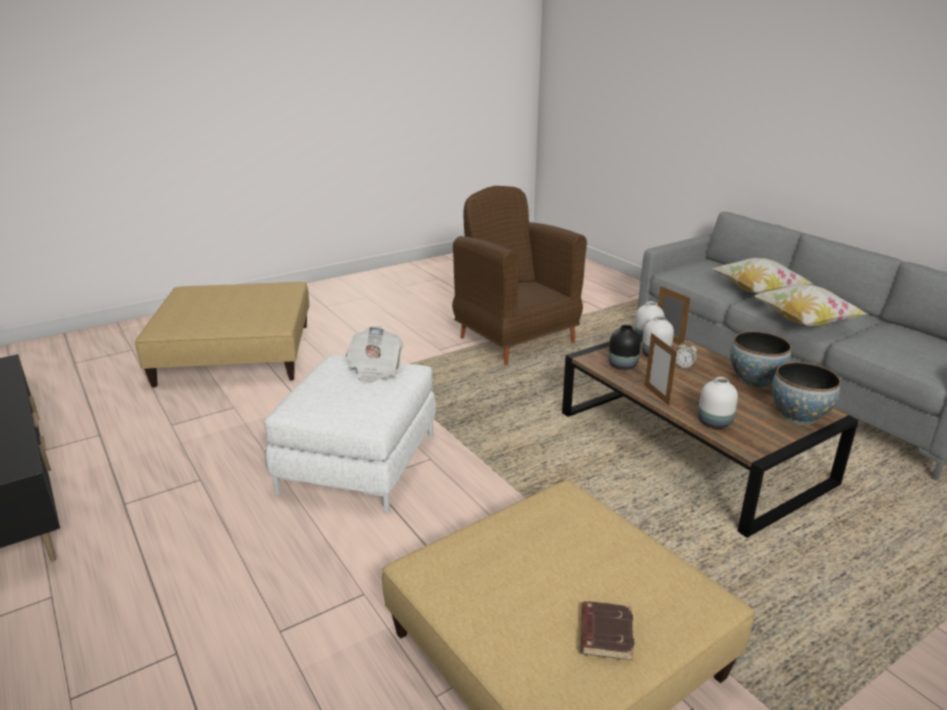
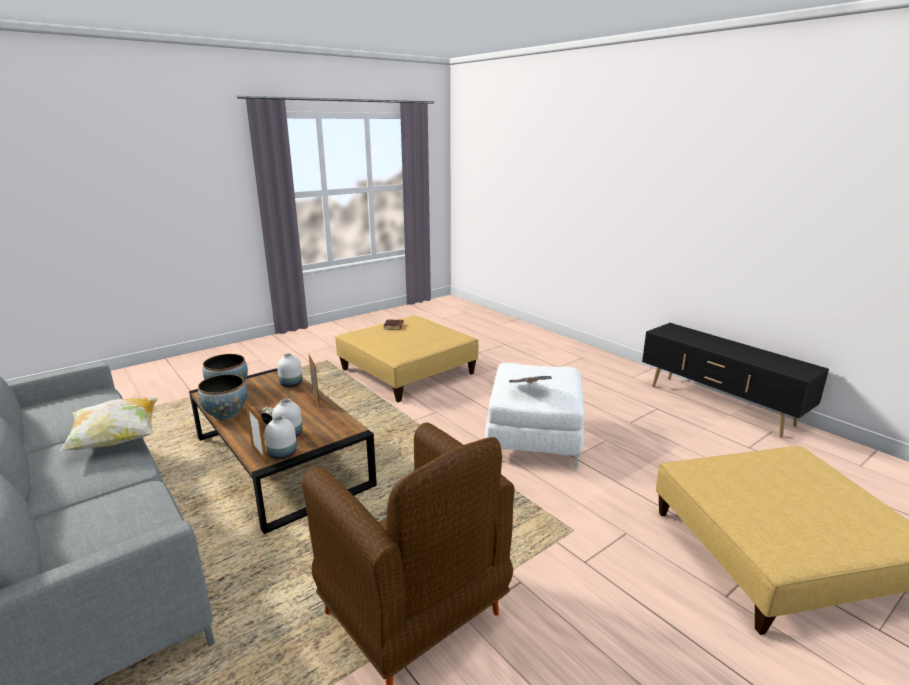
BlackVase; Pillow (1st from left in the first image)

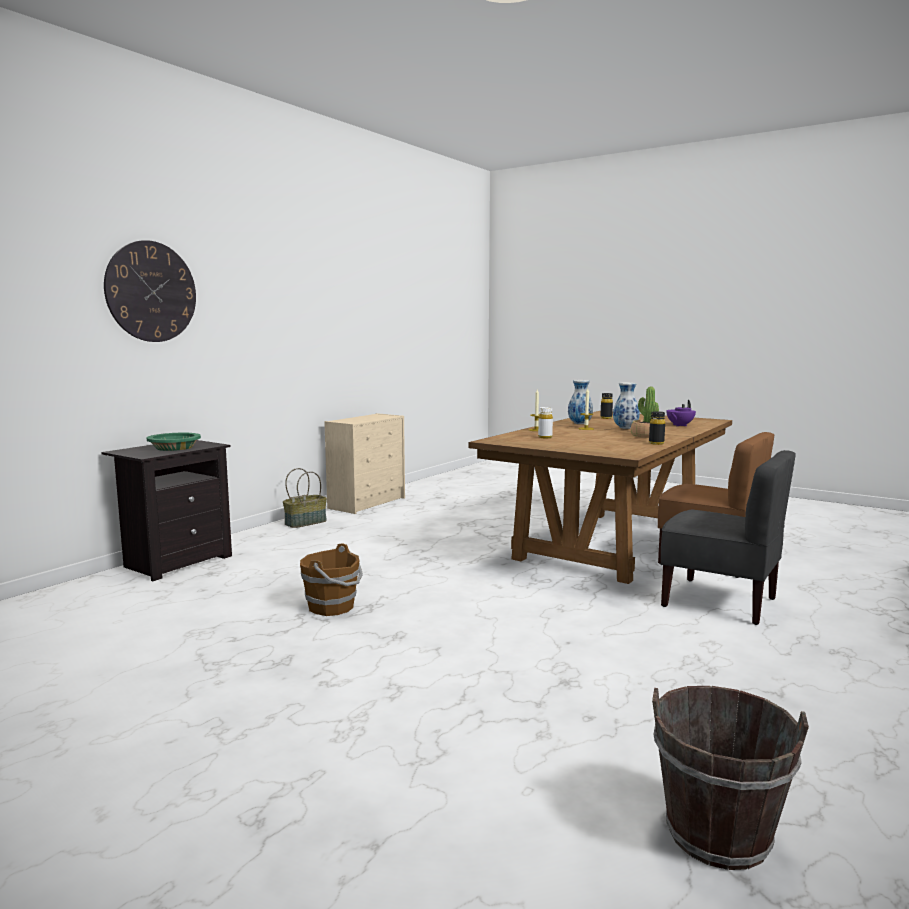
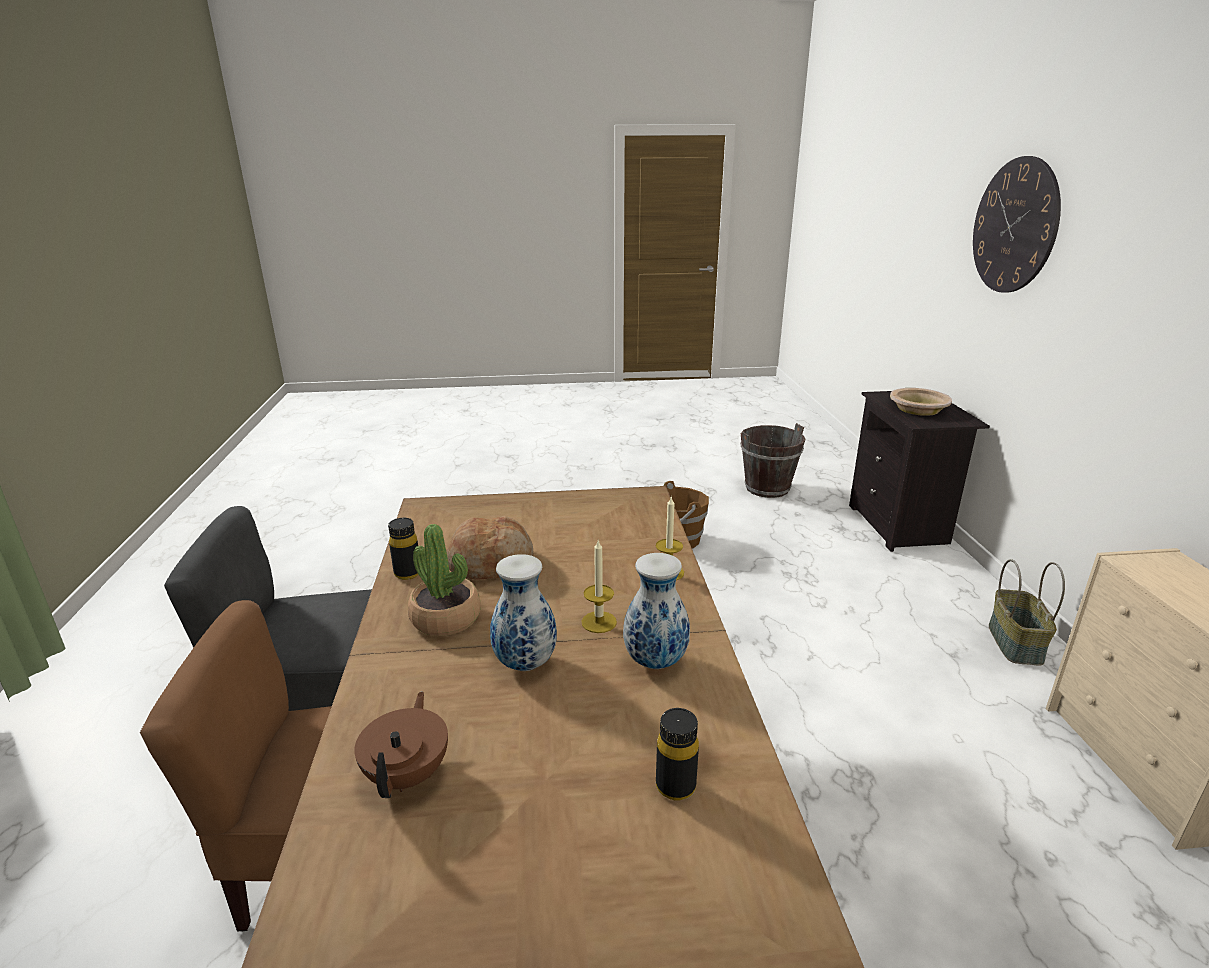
WhiteBottle; Bread; BrownBucket (2nd from left); BeigeBowl; BrownTeapot

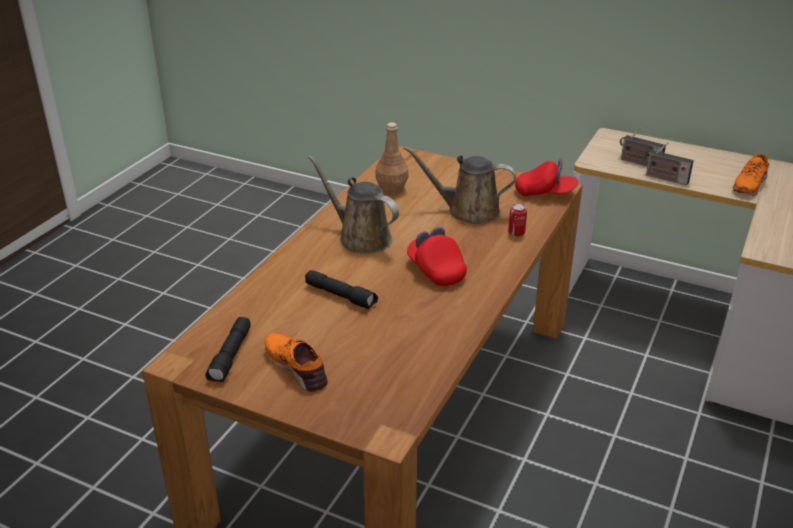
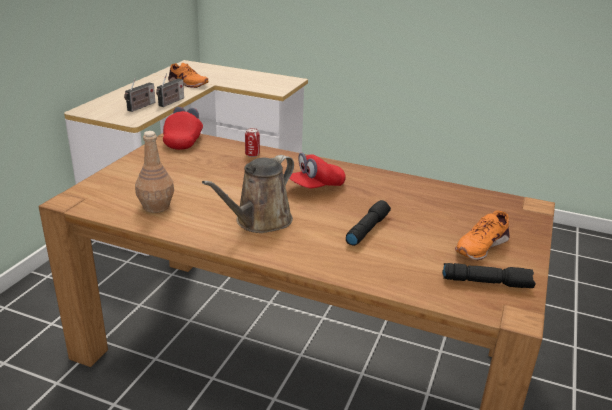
BrownWateringCan (2nd from left in the first image)

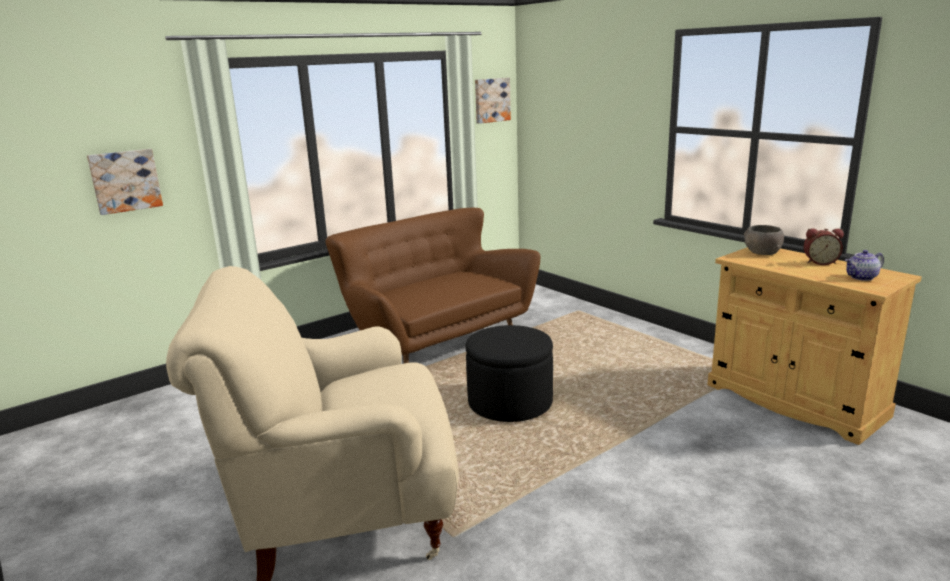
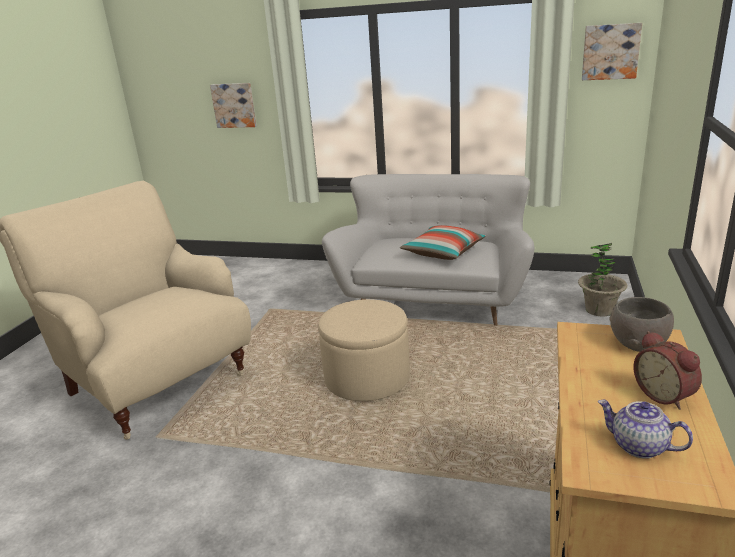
Pillow; PottedPlant; WhiteSofa; BeigeOttoman

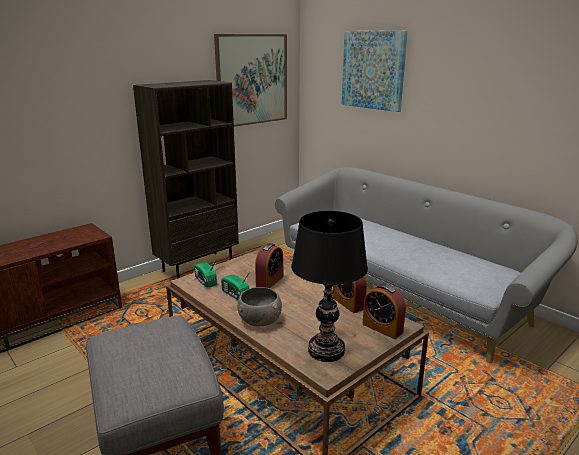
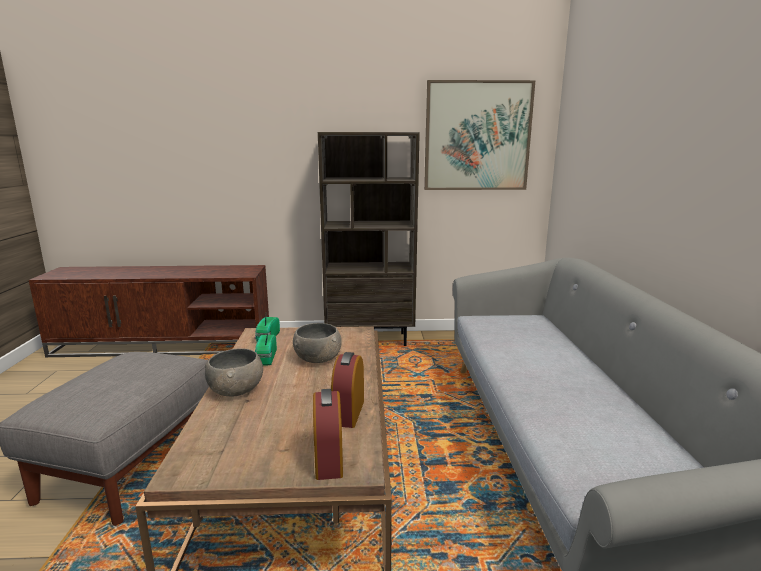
BlackTableLamp; Picture (2nd from left in the first image); GreyBowl (2nd from left)

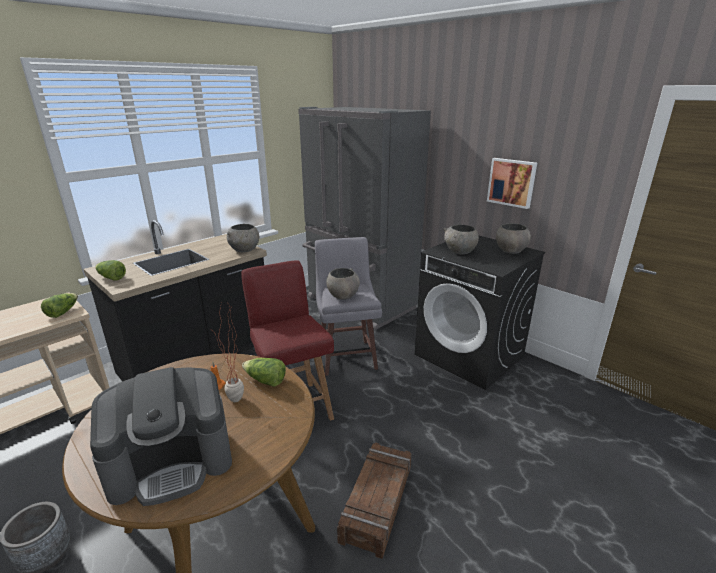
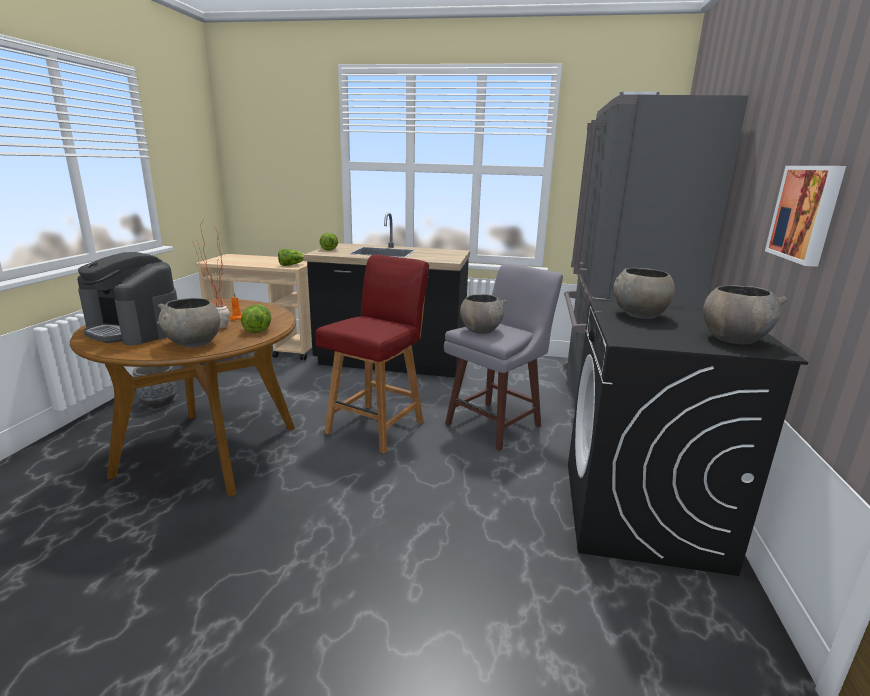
Crate; GreyBowl (1st from left)

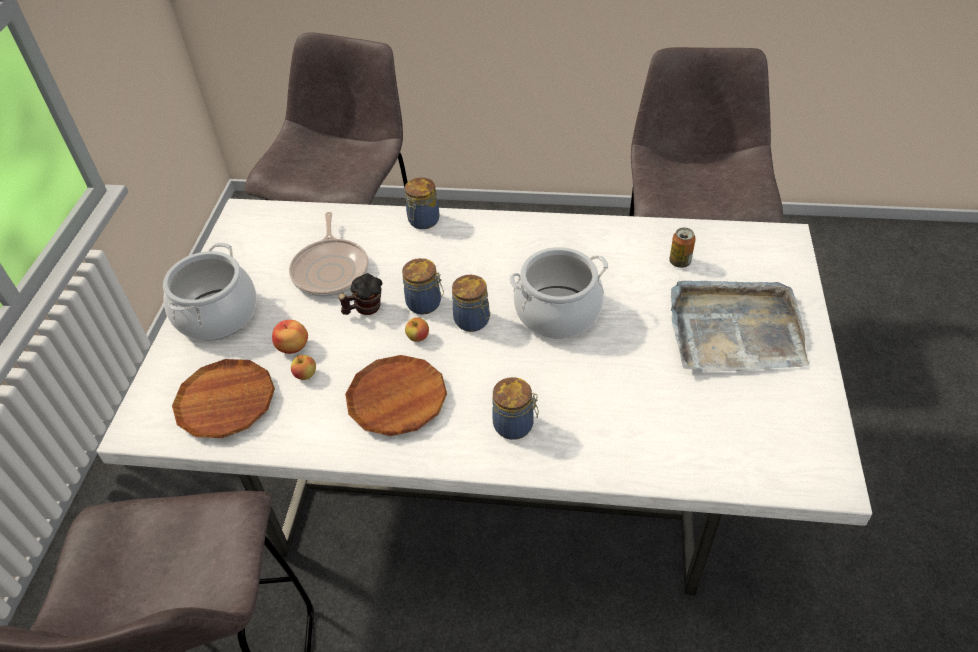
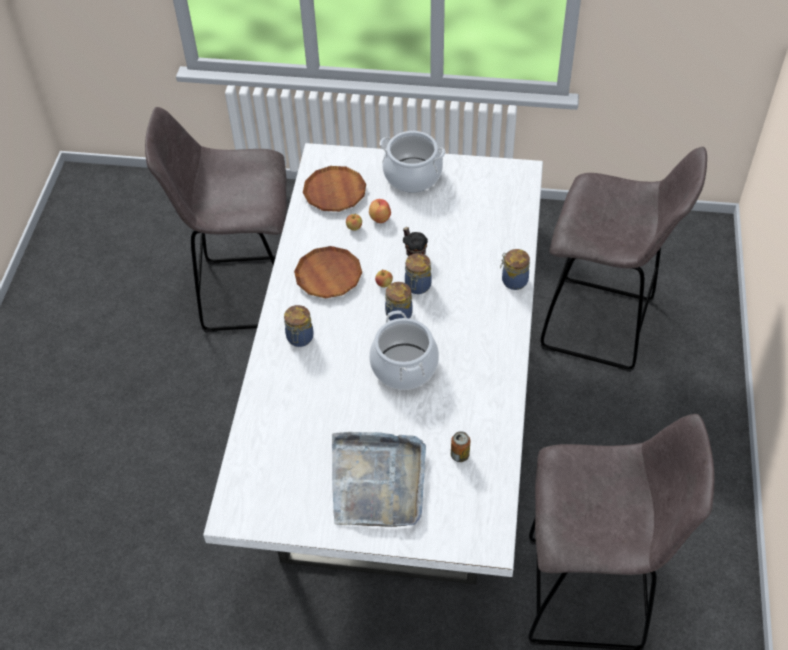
FryingPan

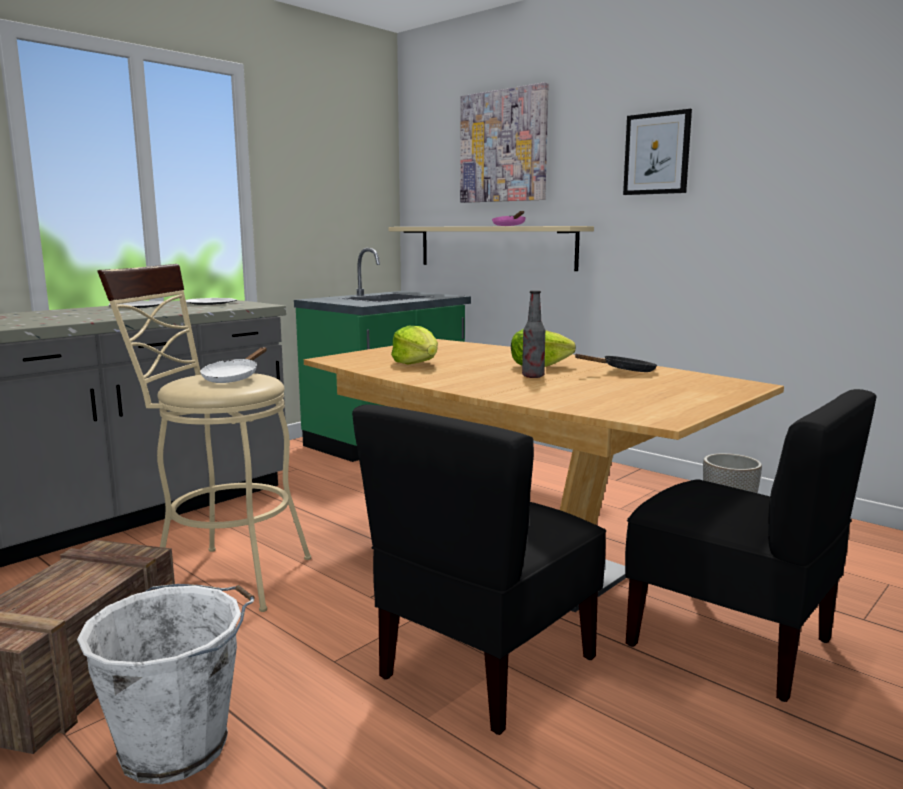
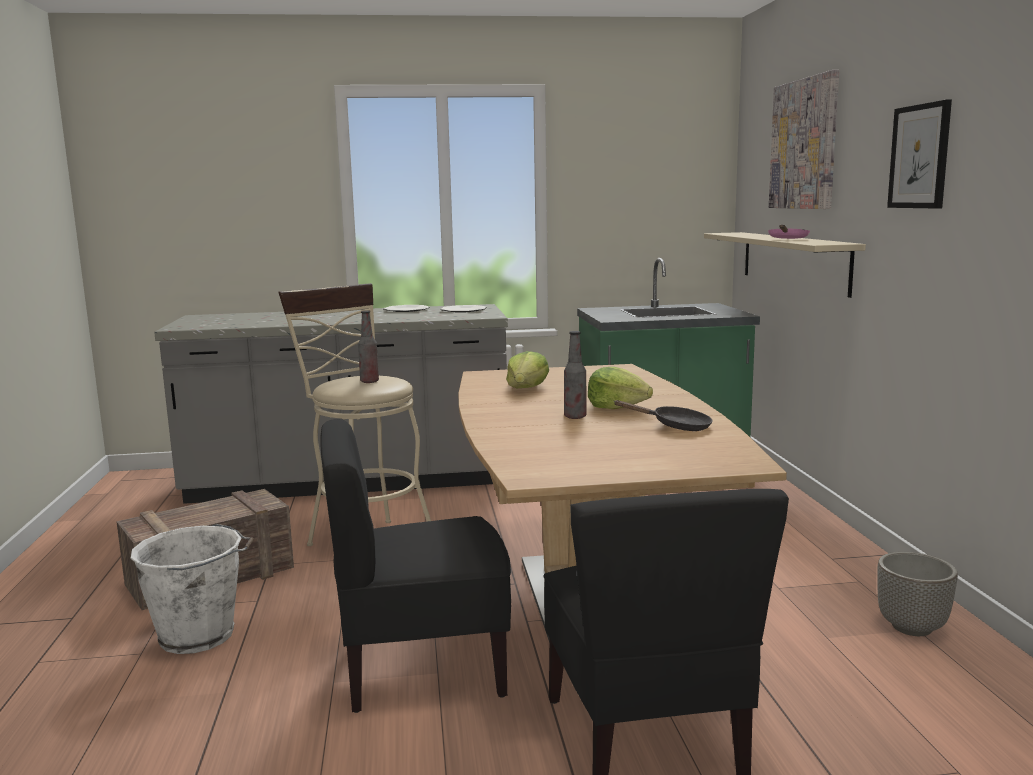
Bottle (1st from left)

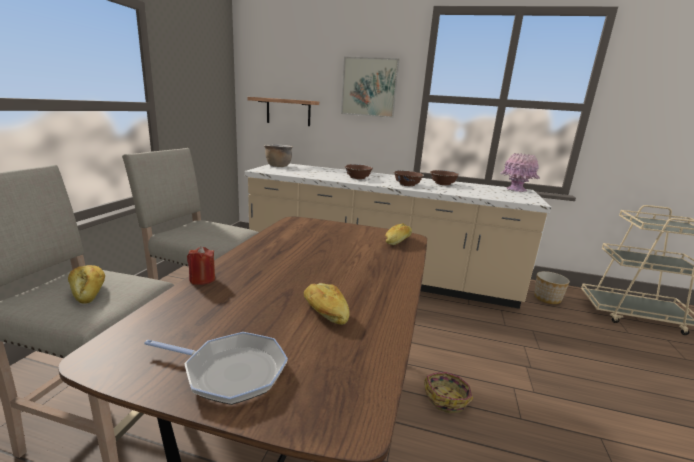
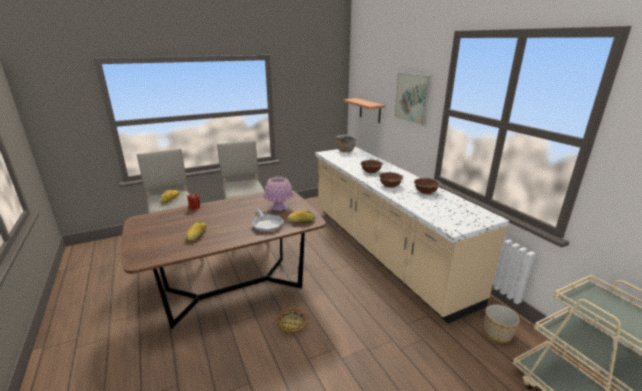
FryingPan; PinkVase

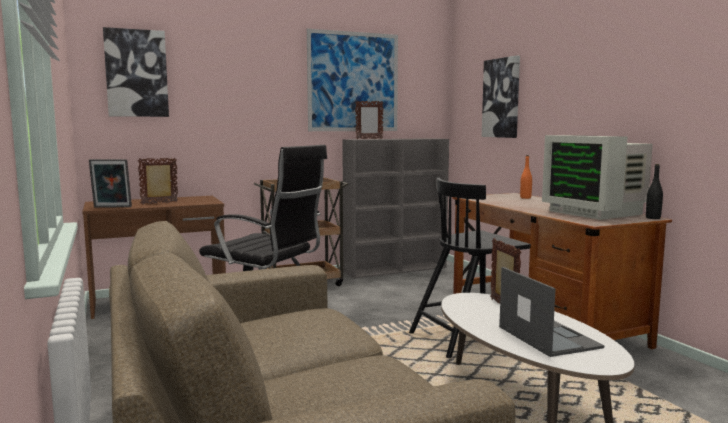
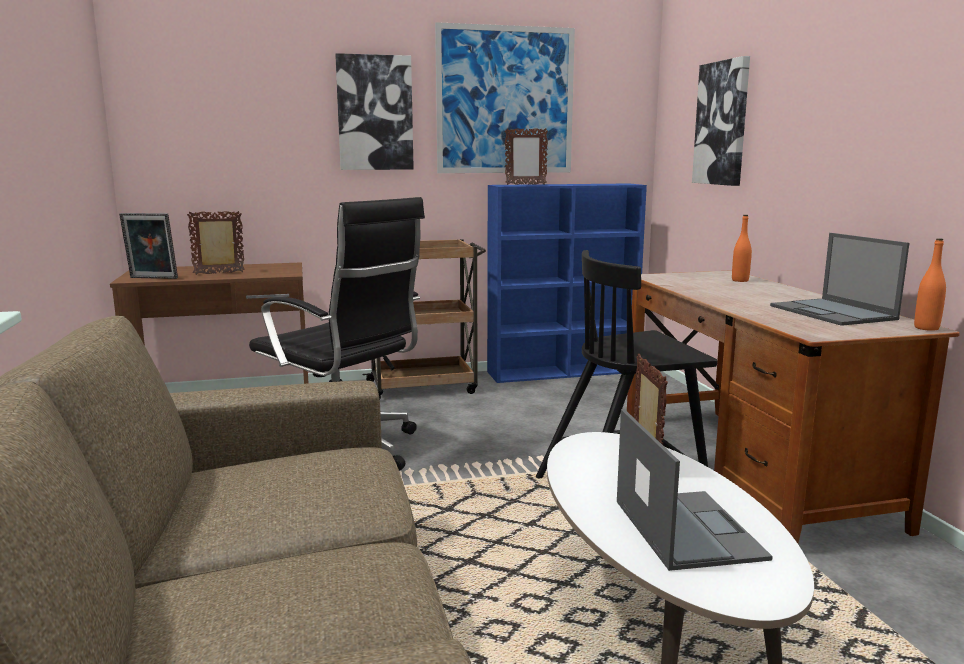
Picture (1st from left); Laptop (2nd from left); BlueBookcase; OrangeBottle (2nd from left)

